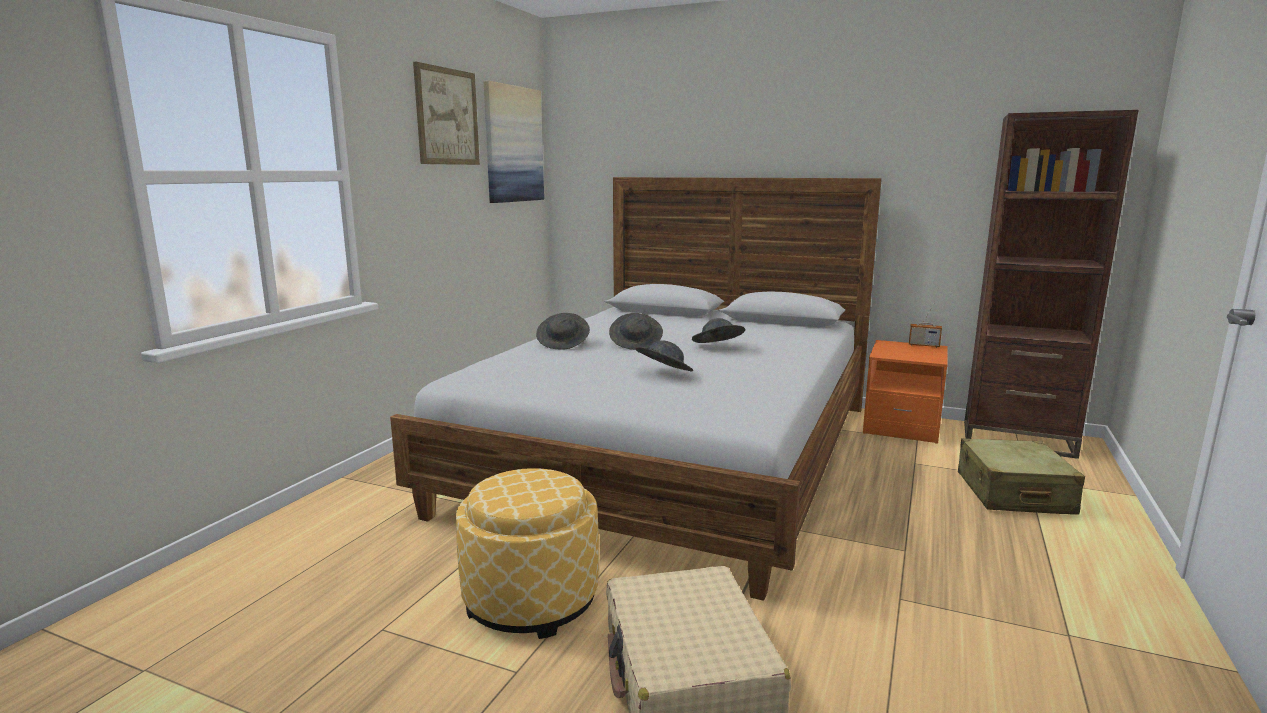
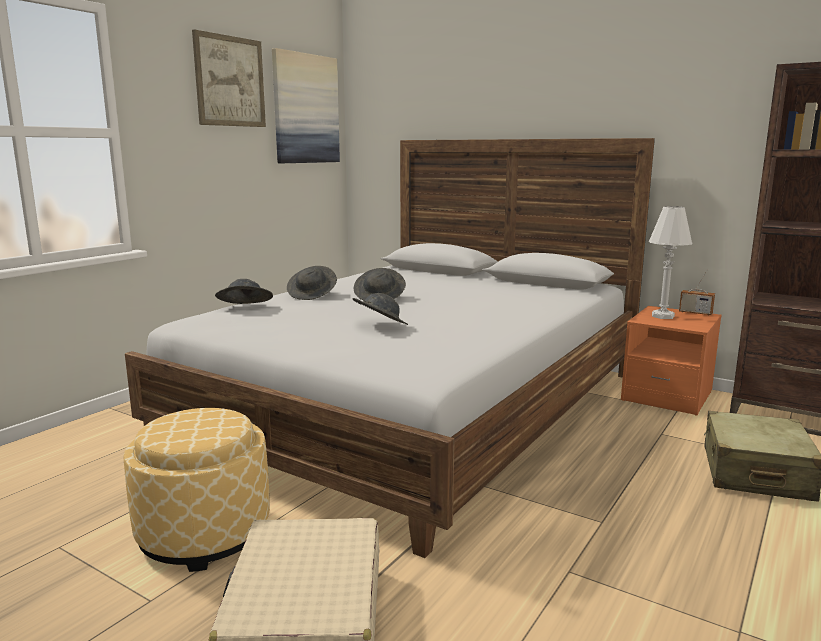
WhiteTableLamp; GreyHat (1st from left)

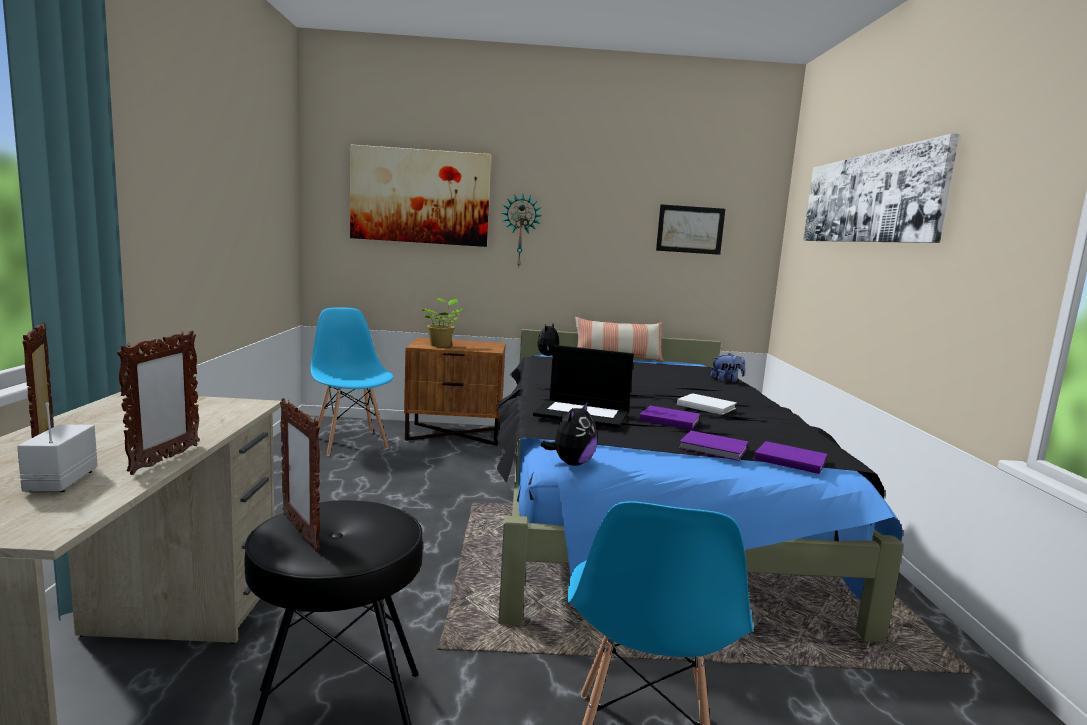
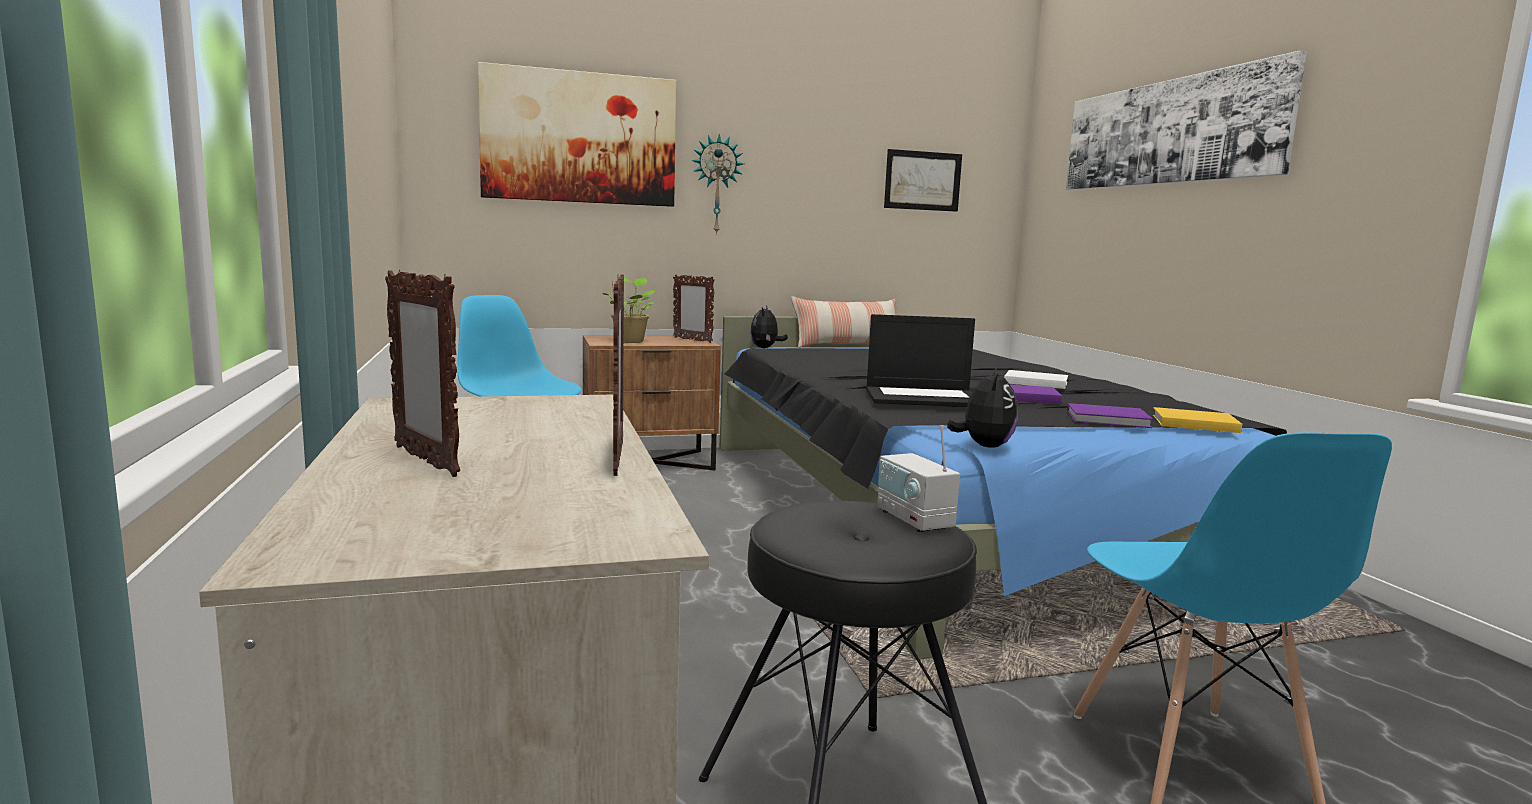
PlushToy (3rd from left in the first image); Radio; PictureFrame (3rd from left); YellowBook

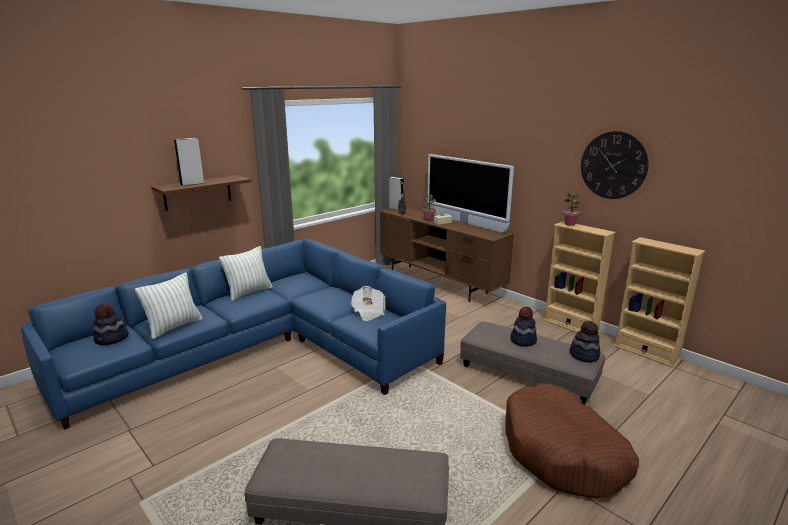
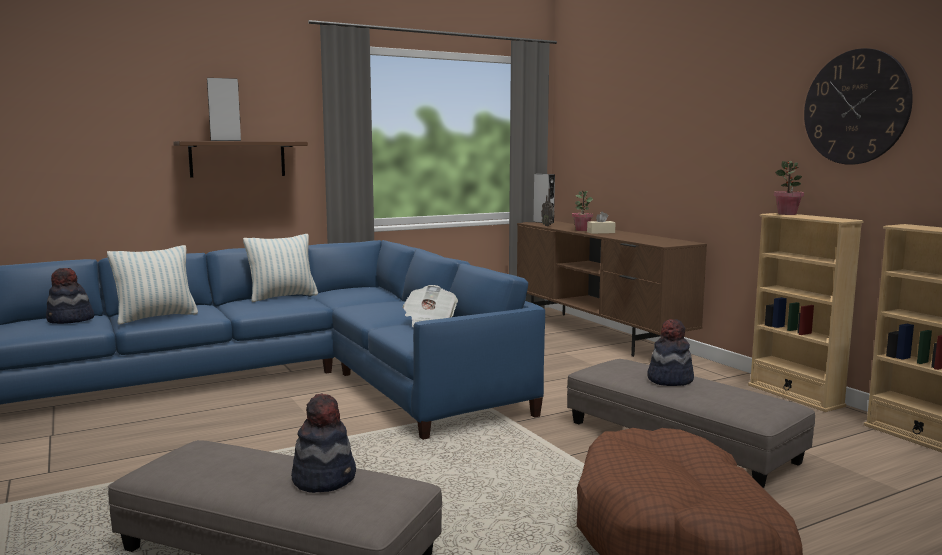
Television; Hat (2nd from left)

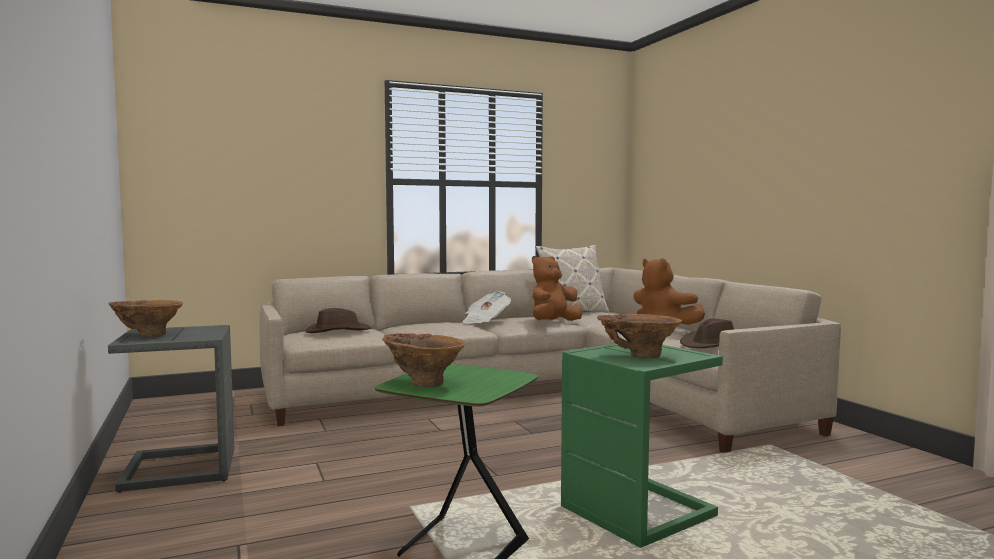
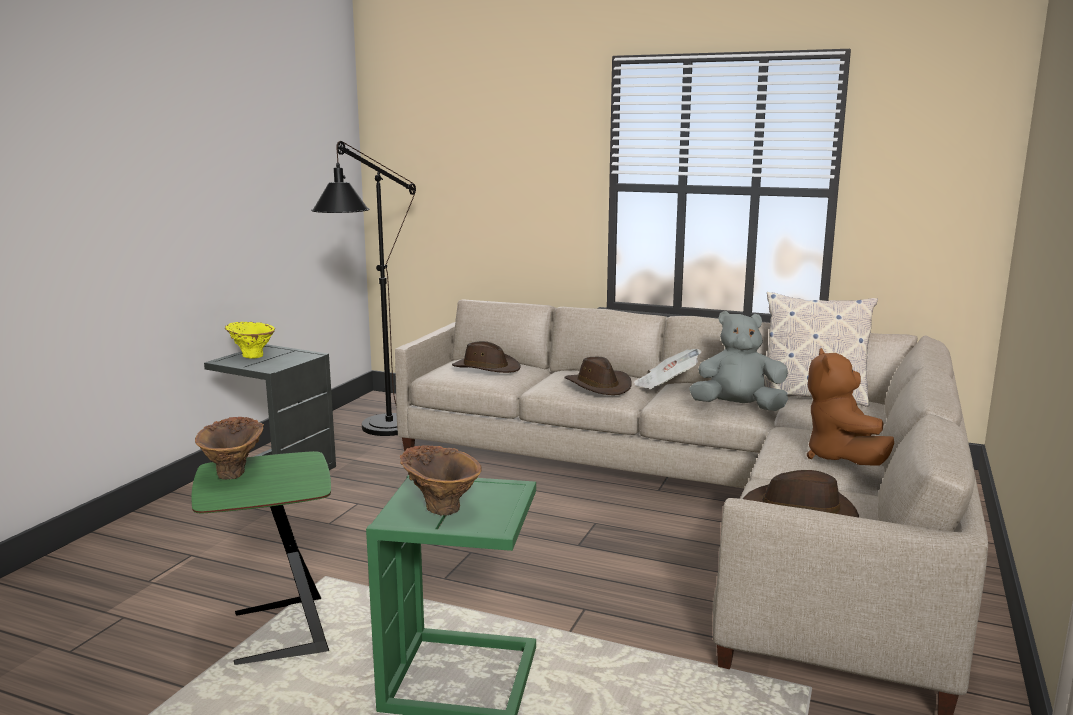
BlackFloorLamp; BrownHat (2nd from left); YellowVase; GreyPlushToy

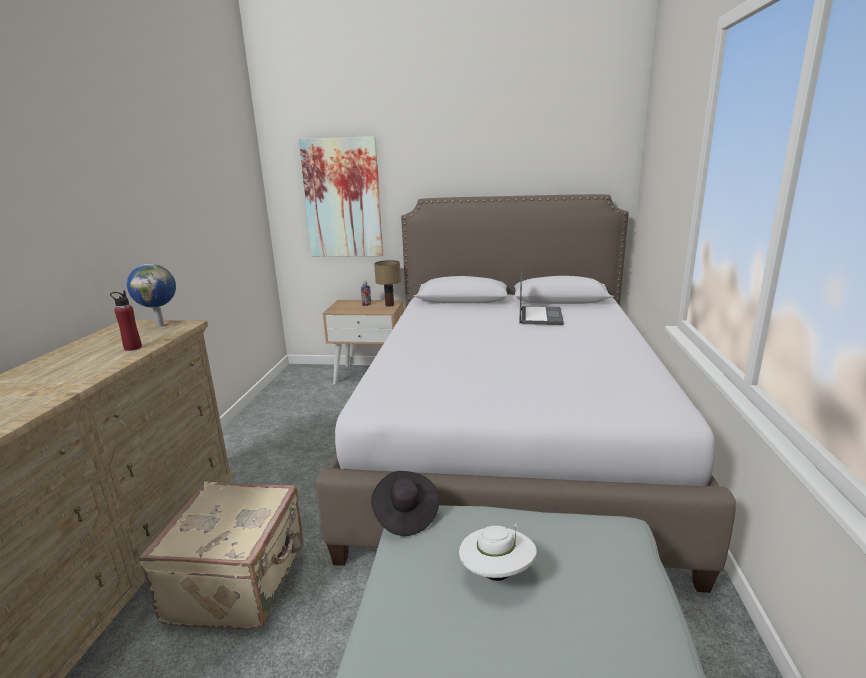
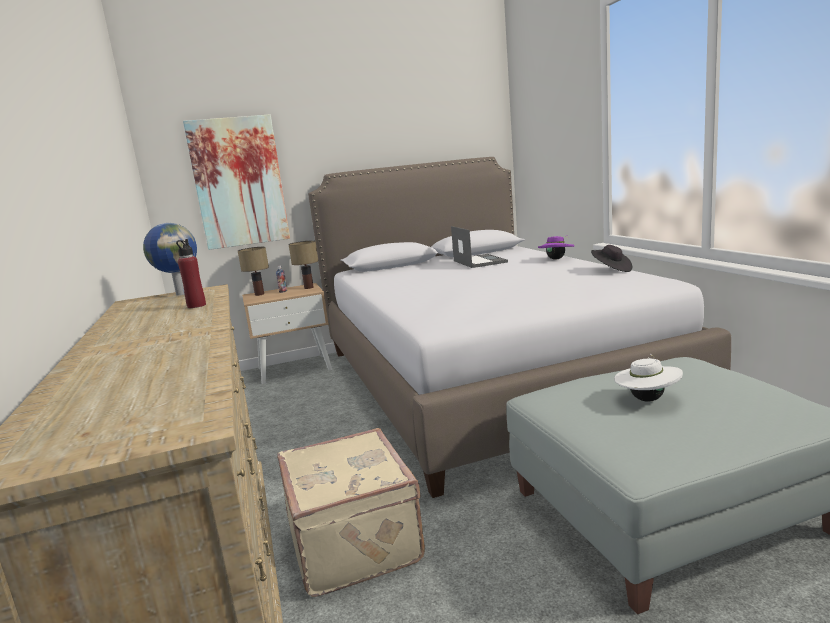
TableLamp (1st from left); PurpleHat; BlackHat

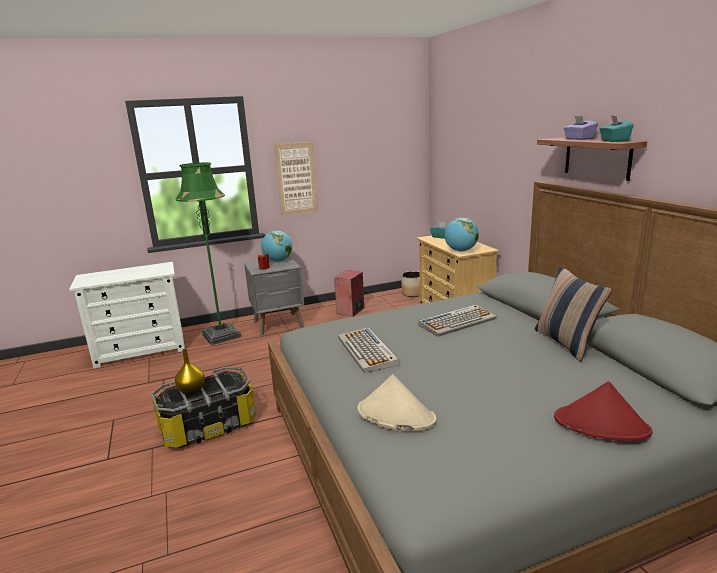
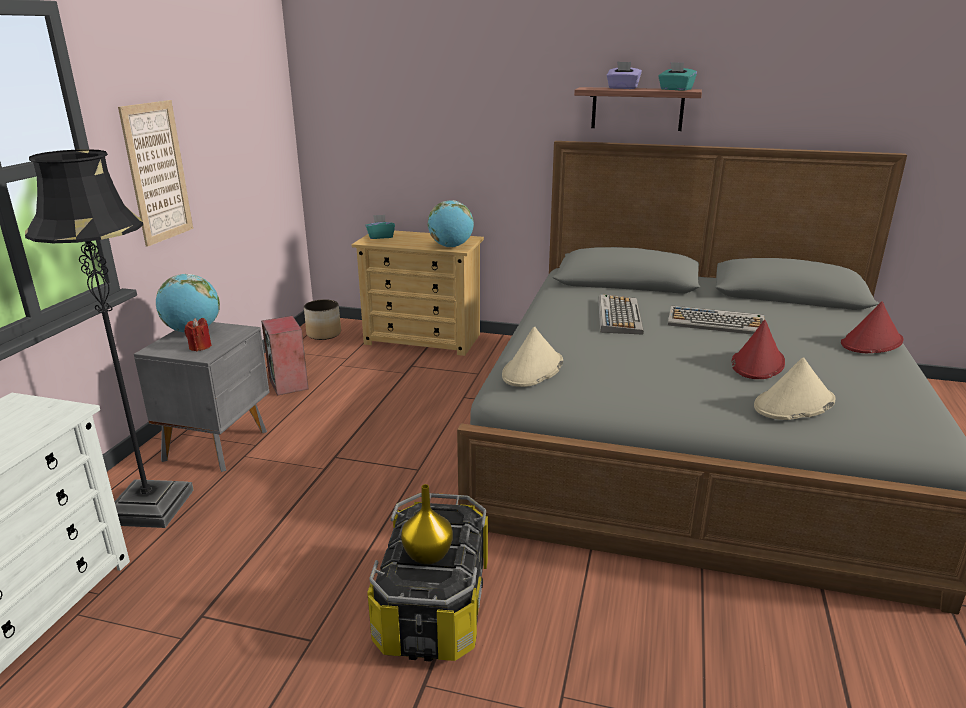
Pillow; BeigeHat (1st from left); RedHat (1st from left); Keyboard (2nd from left); BlackFloorLamp

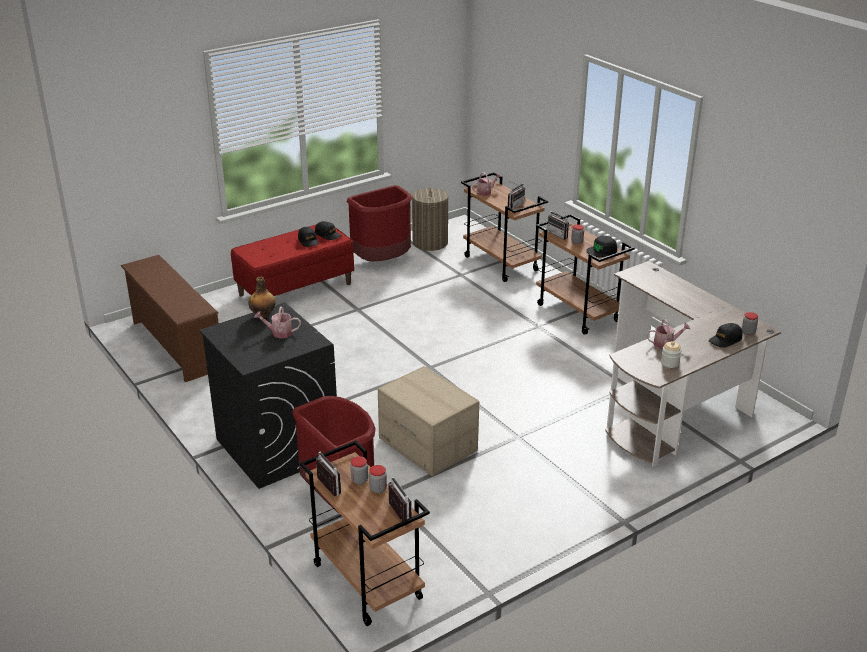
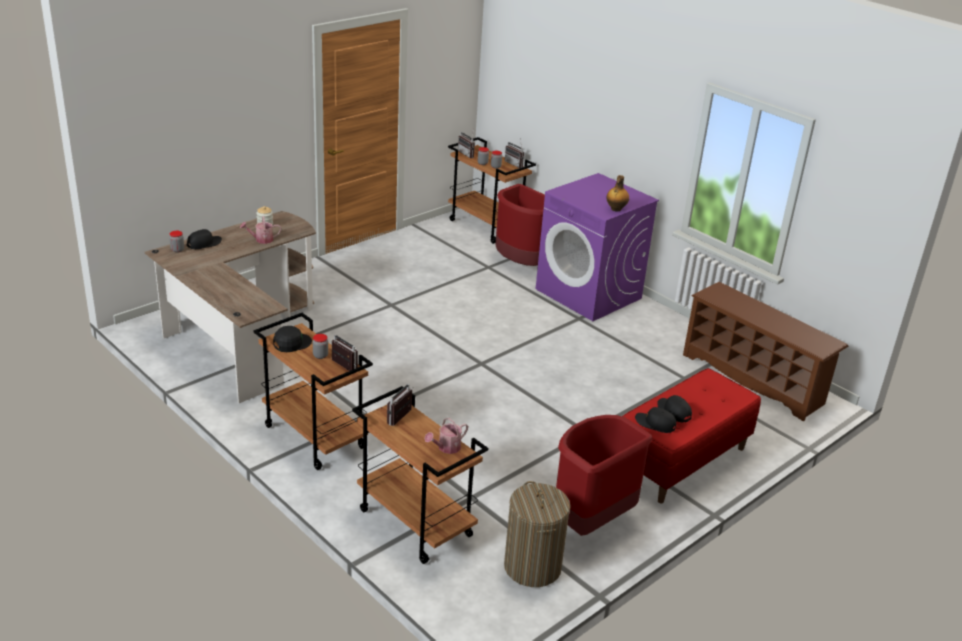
WateringCan (1st from left in the first image); CardboardBox; PurpleWashingMachine

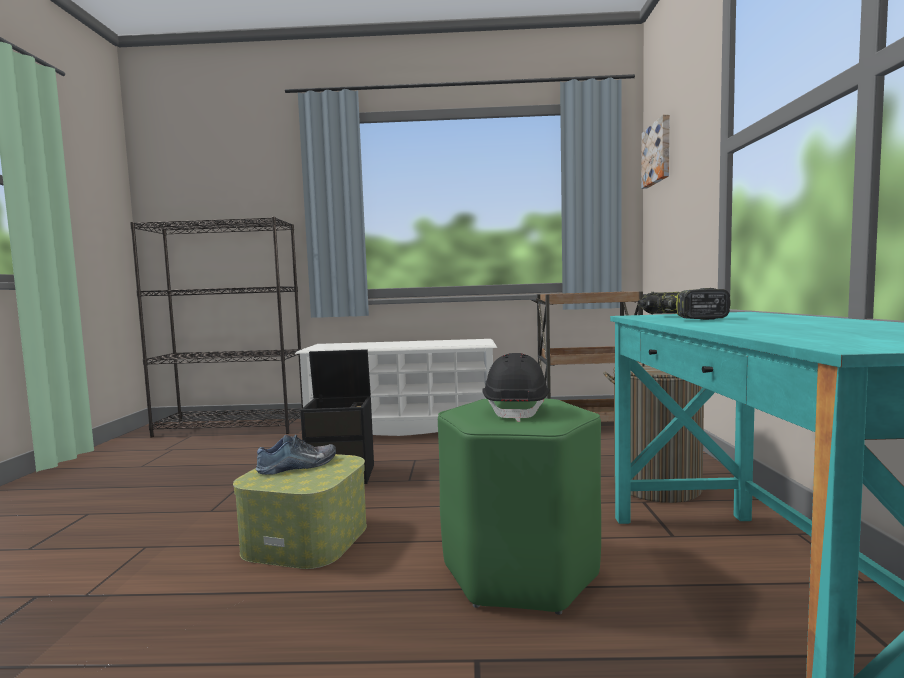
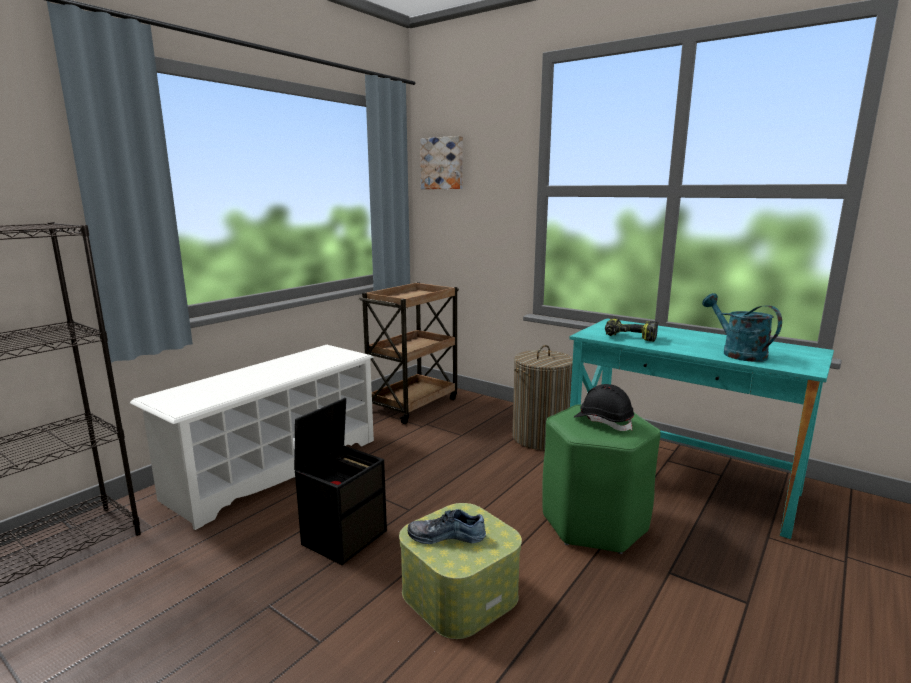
TurquoiseWateringCan; Shoe

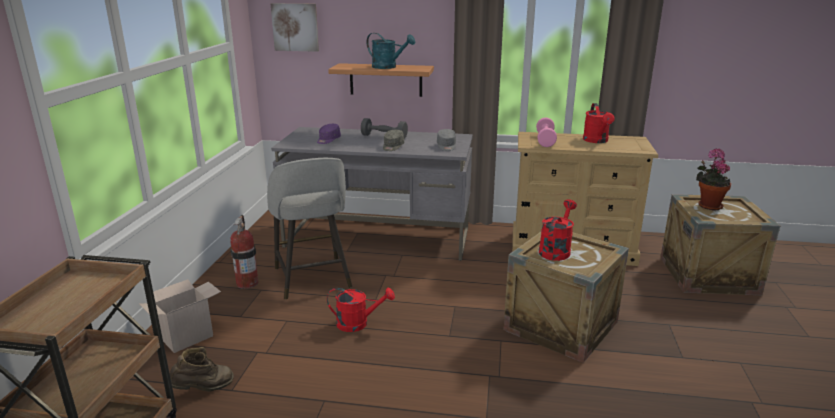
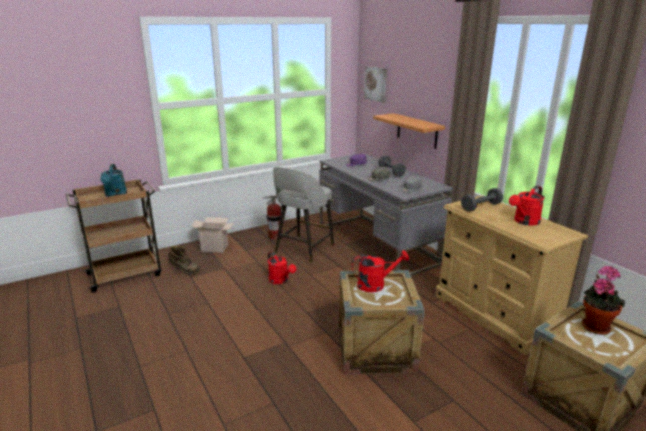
TurquoiseWateringCan; GreyDumbbell (2nd from left)

